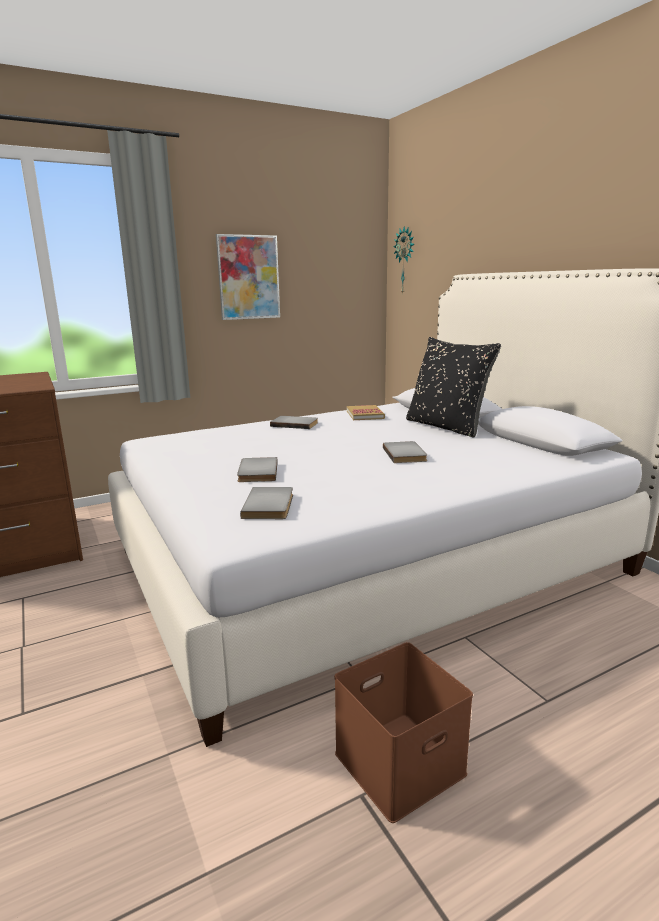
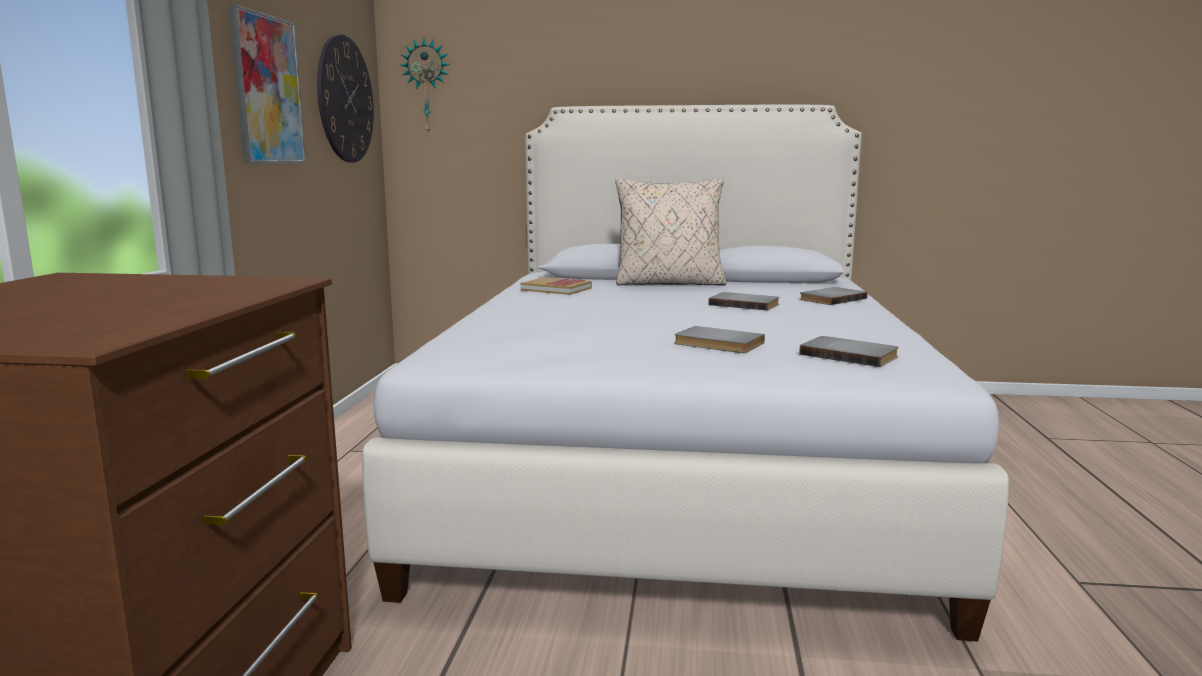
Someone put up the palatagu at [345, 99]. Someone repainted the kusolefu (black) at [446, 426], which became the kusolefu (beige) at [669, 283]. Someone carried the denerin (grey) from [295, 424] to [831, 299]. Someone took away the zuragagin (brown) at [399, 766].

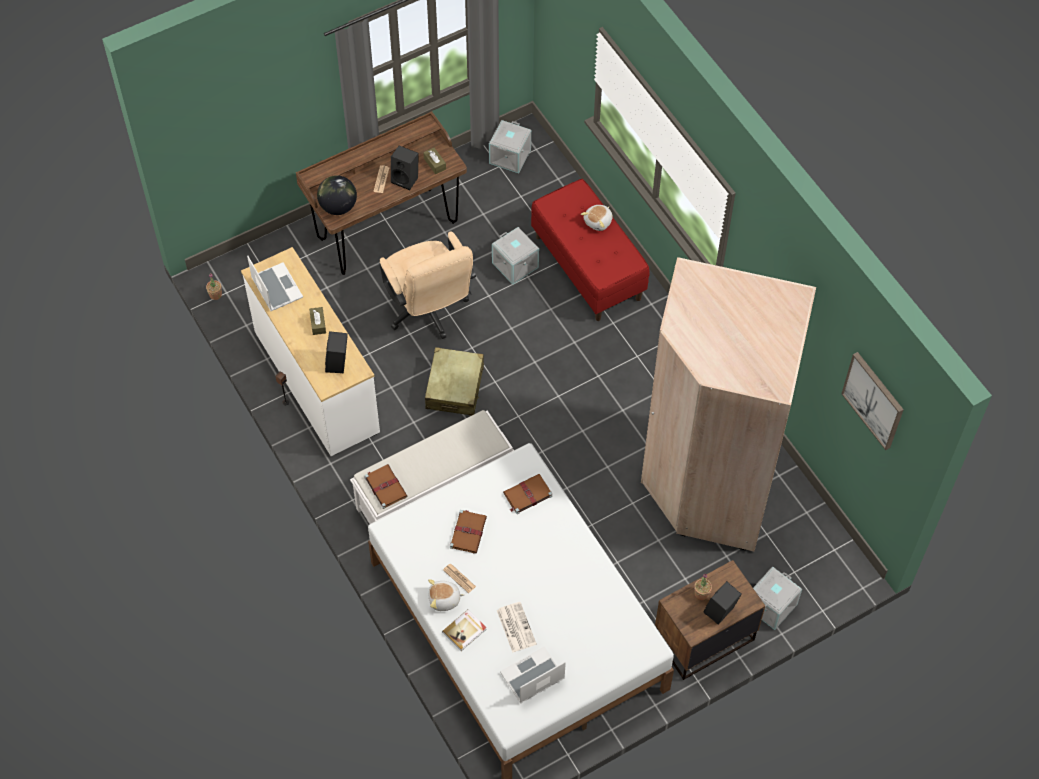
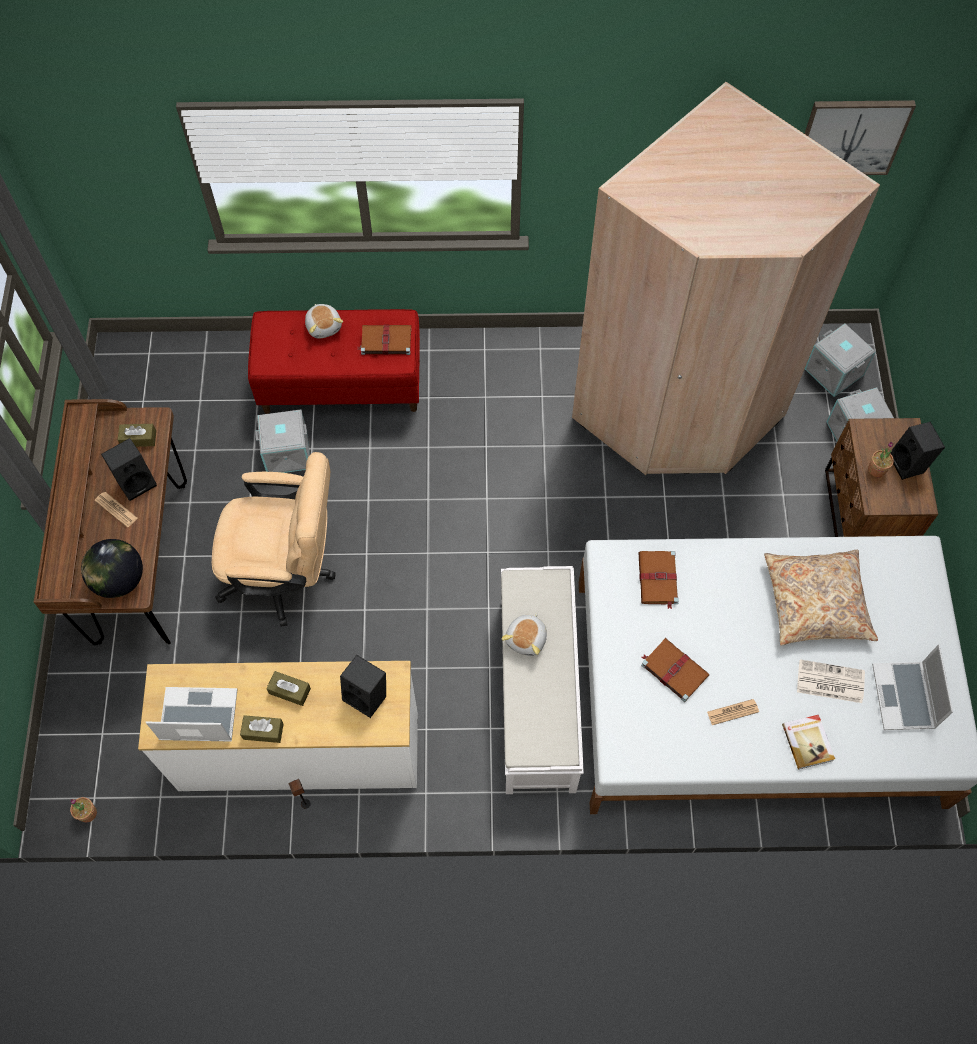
Someone put down the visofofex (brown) at [263, 731]. Someone carried the denerin (brown) from [385, 486] to [385, 341]. Someone carried the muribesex from [444, 600] to [527, 639]. Someone put down the kusolefu (beige) at [816, 602]. Someone carried the zuragagin (grey) from [510, 157] to [835, 371]. Someone took away the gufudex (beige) at [455, 387].

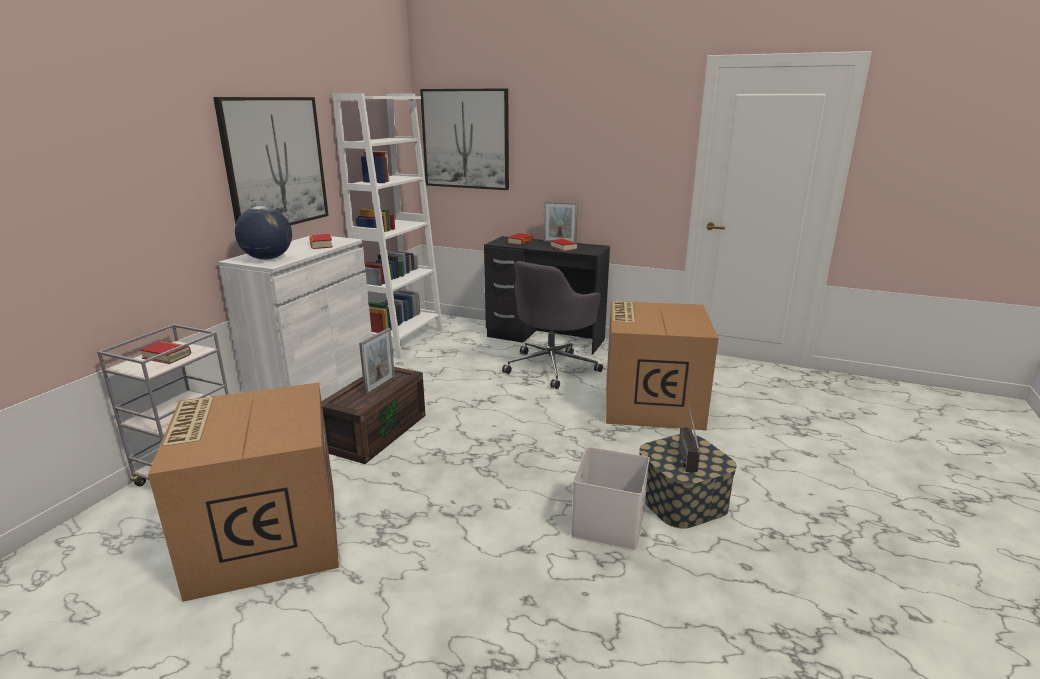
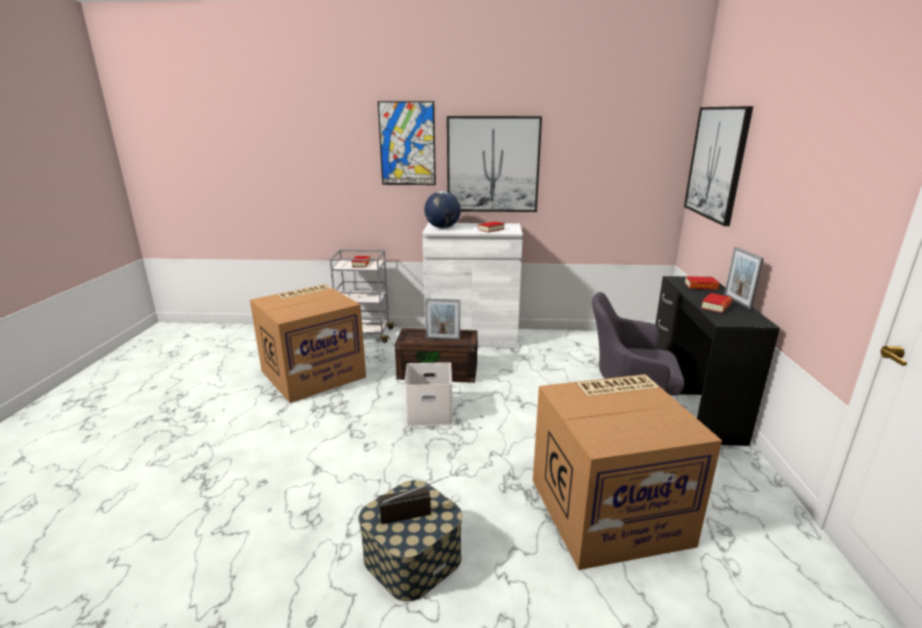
Someone put up the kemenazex at [407, 144]. Someone carried the zuragagin (white) from [607, 522] to [430, 412]. Someone took away the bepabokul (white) at [403, 340].

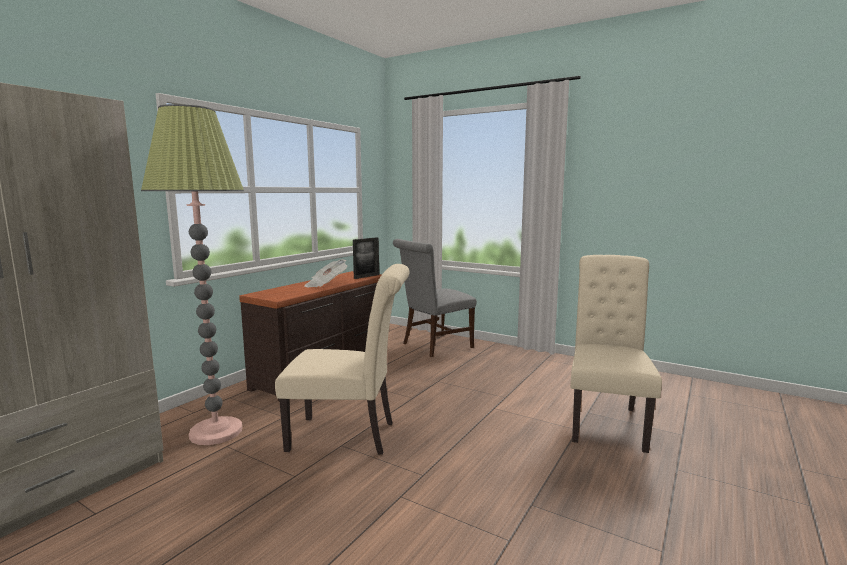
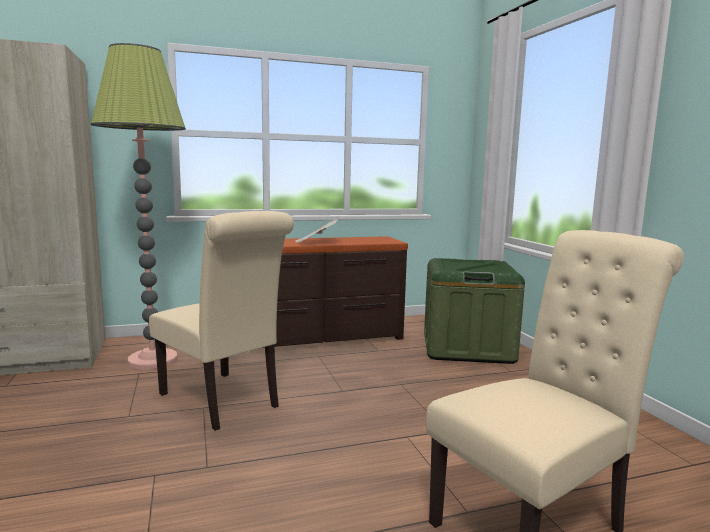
Someone swapped the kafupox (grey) at [433, 346] for the zuragagin (green) at [467, 347]. Someone took away the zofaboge at [366, 276].

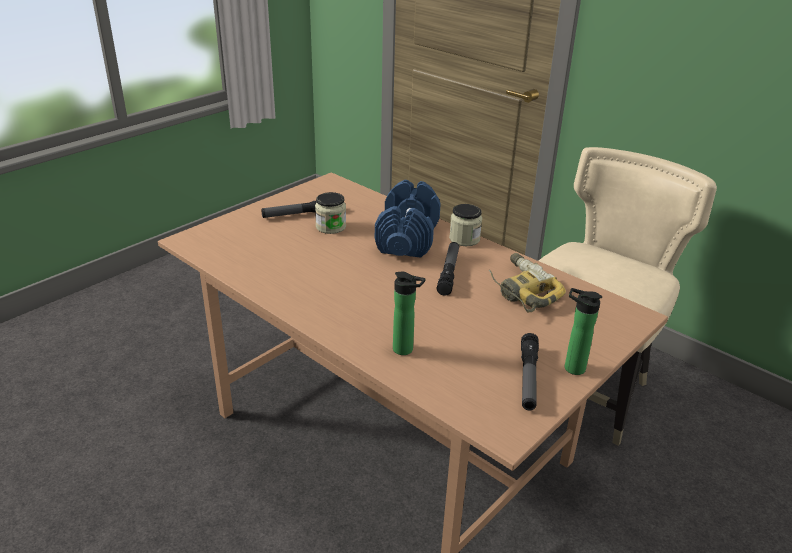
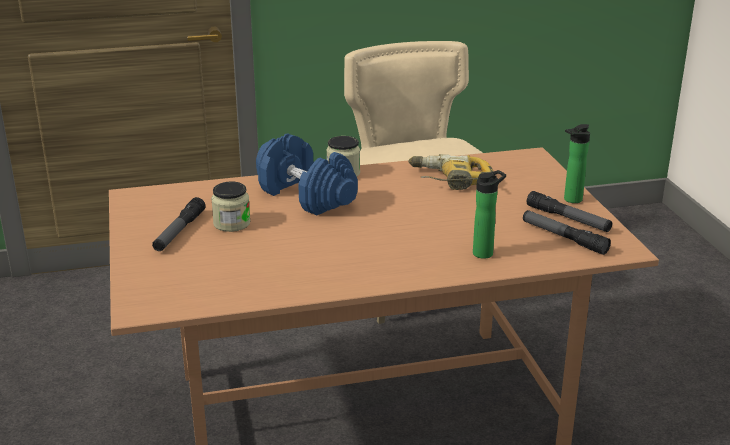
Someone carried the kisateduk from [448, 272] to [563, 238].

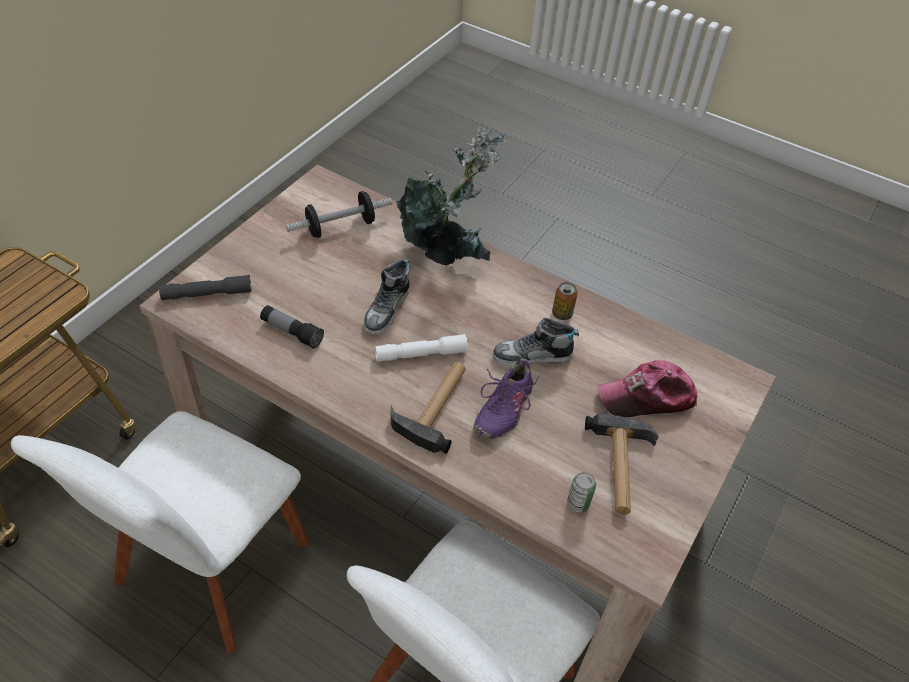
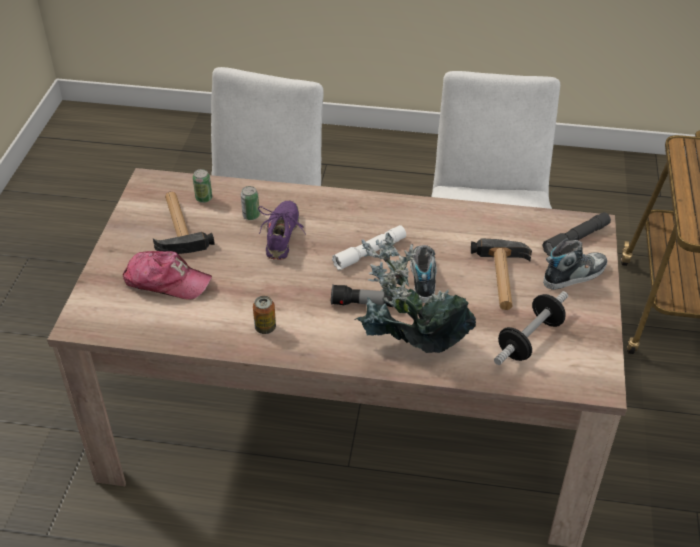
Someone rotated the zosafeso at [647, 397] by 45 degrees clockwise. Someone put down the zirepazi at [251, 215]. Someone carried the kisateduk from [292, 332] to [362, 304]. Someone carried the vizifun from [436, 406] to [502, 279]. Someone carried the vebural from [532, 356] to [574, 274].

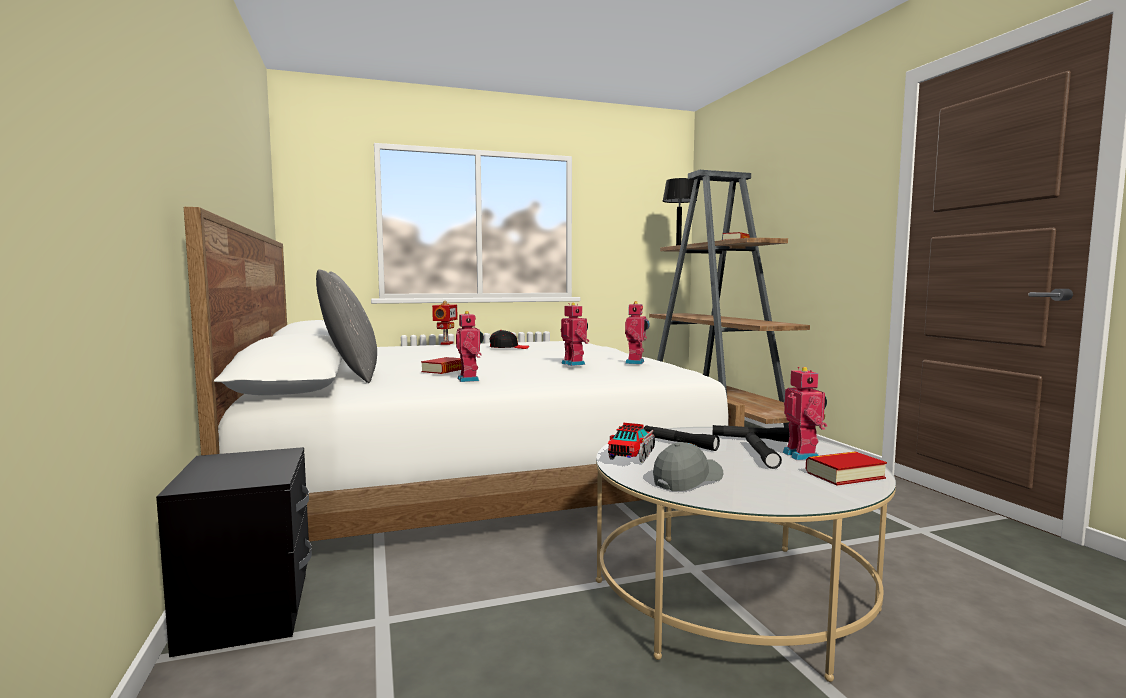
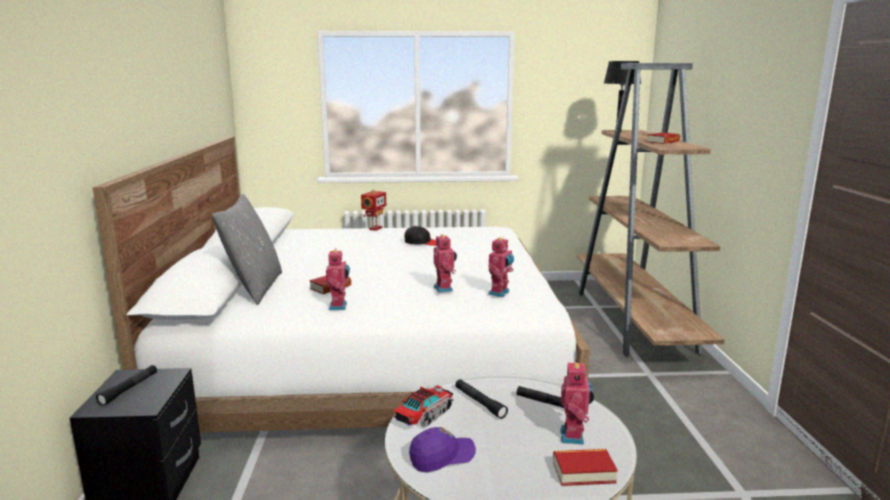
Someone carried the kisateduk (black) from [761, 455] to [129, 389]. Someone repainted the zosafeso (grey) at [687, 480], which became the zosafeso (purple) at [442, 457].

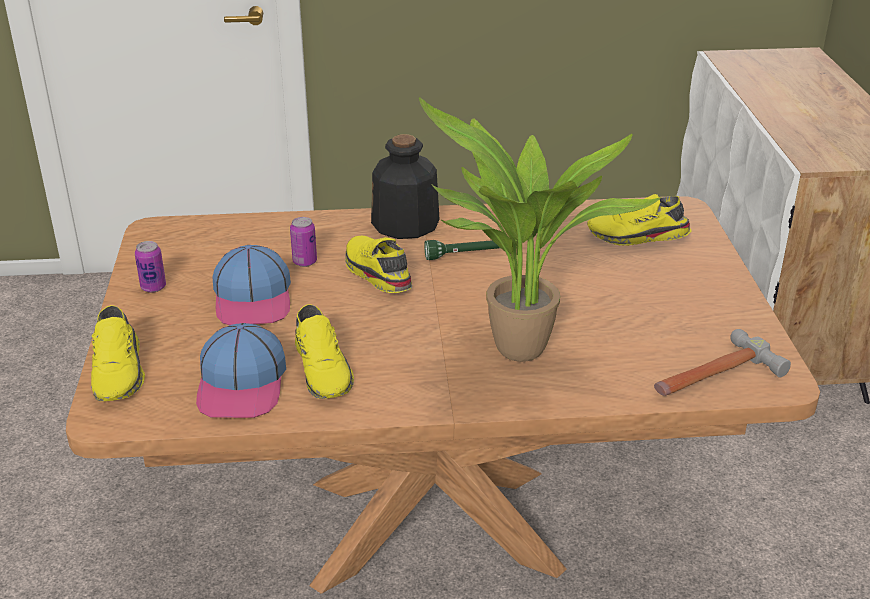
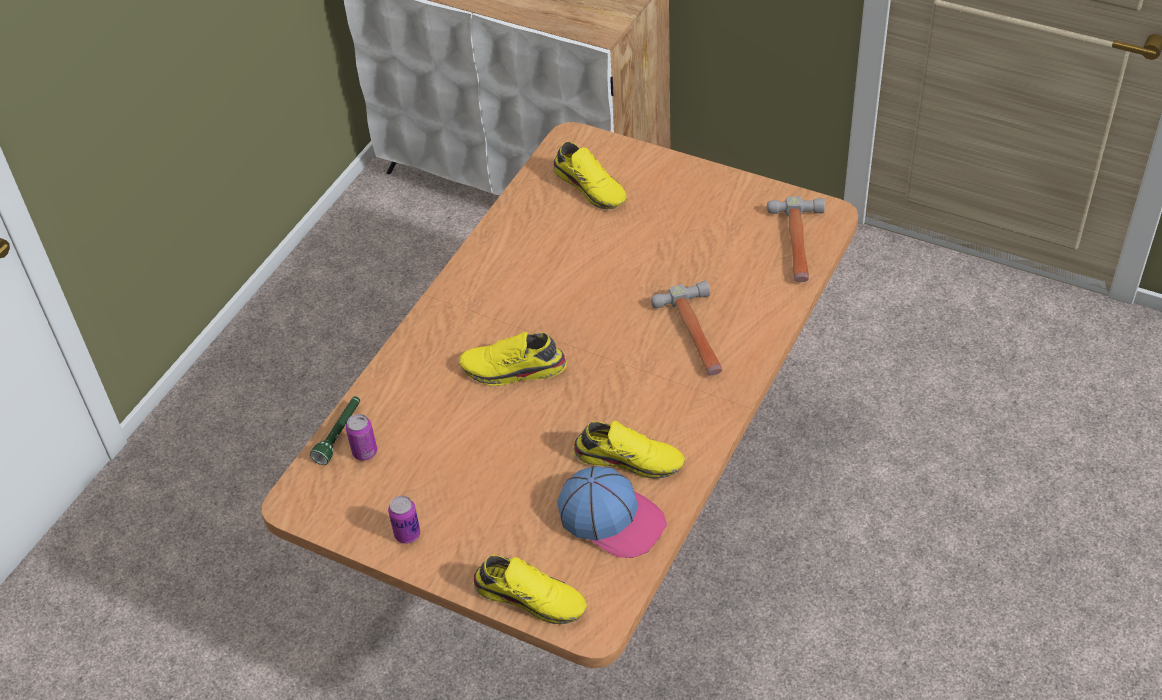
Someone carried the kisateduk (green) from [464, 255] to [339, 434]. Someone carried the zirepazi from [304, 262] to [365, 452]. Someone rotated the vebural (yellow) at [638, 237] by 75 degrees counterclockwise. Someone swapped the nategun at [517, 355] for the vizifun at [696, 335]. Someone took away the zosafeso at [253, 299]. Someone took away the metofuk at [405, 224].

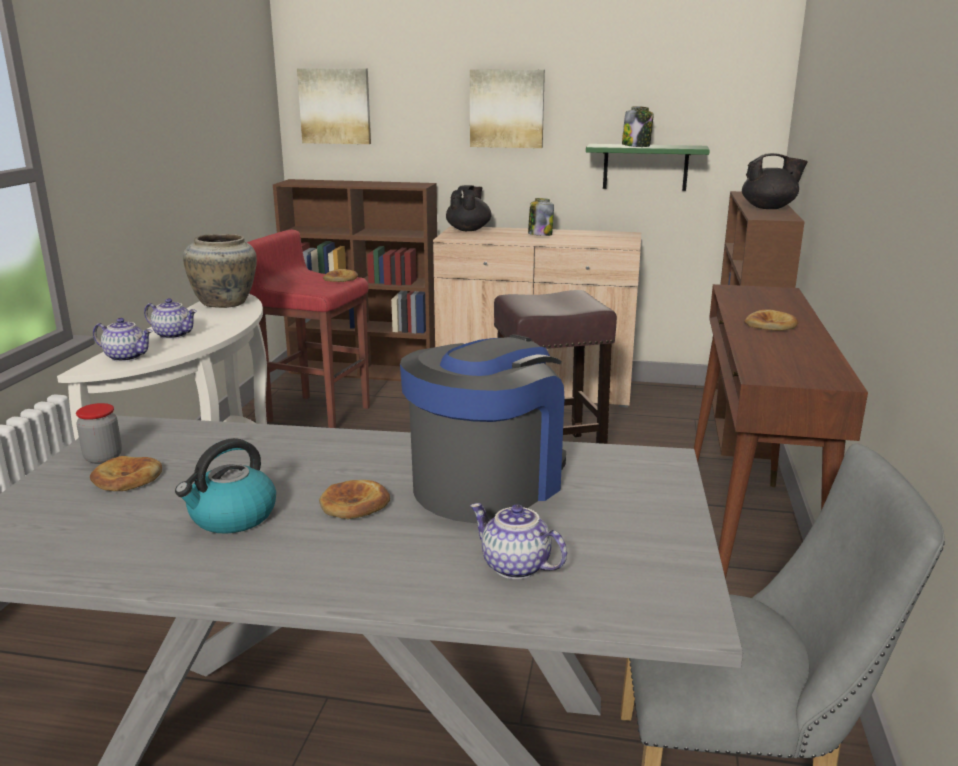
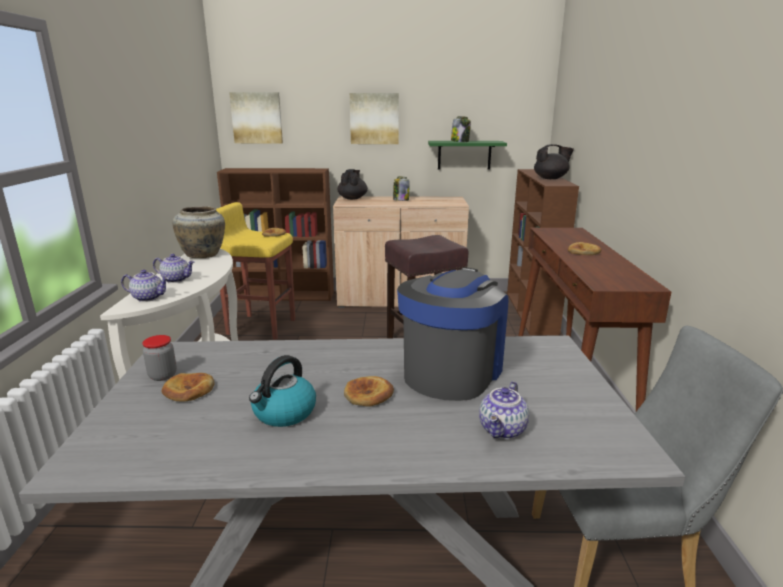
Someone repainted the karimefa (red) at [318, 413], which became the karimefa (yellow) at [261, 326]. Someone rotated the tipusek at [514, 567] by 90 degrees counterclockwise.

